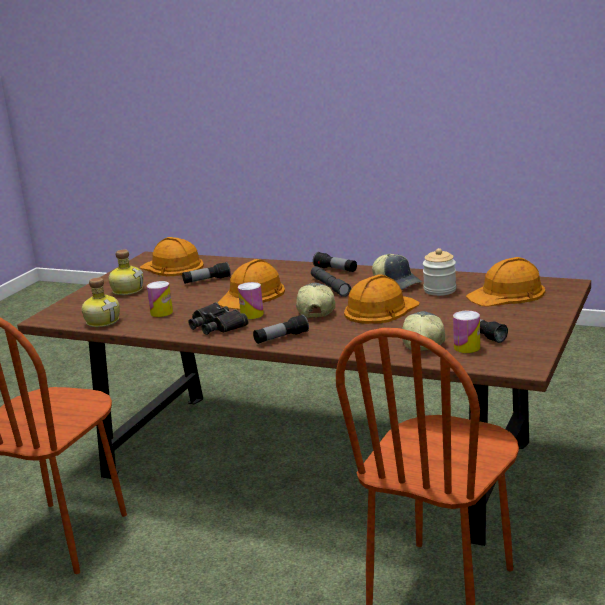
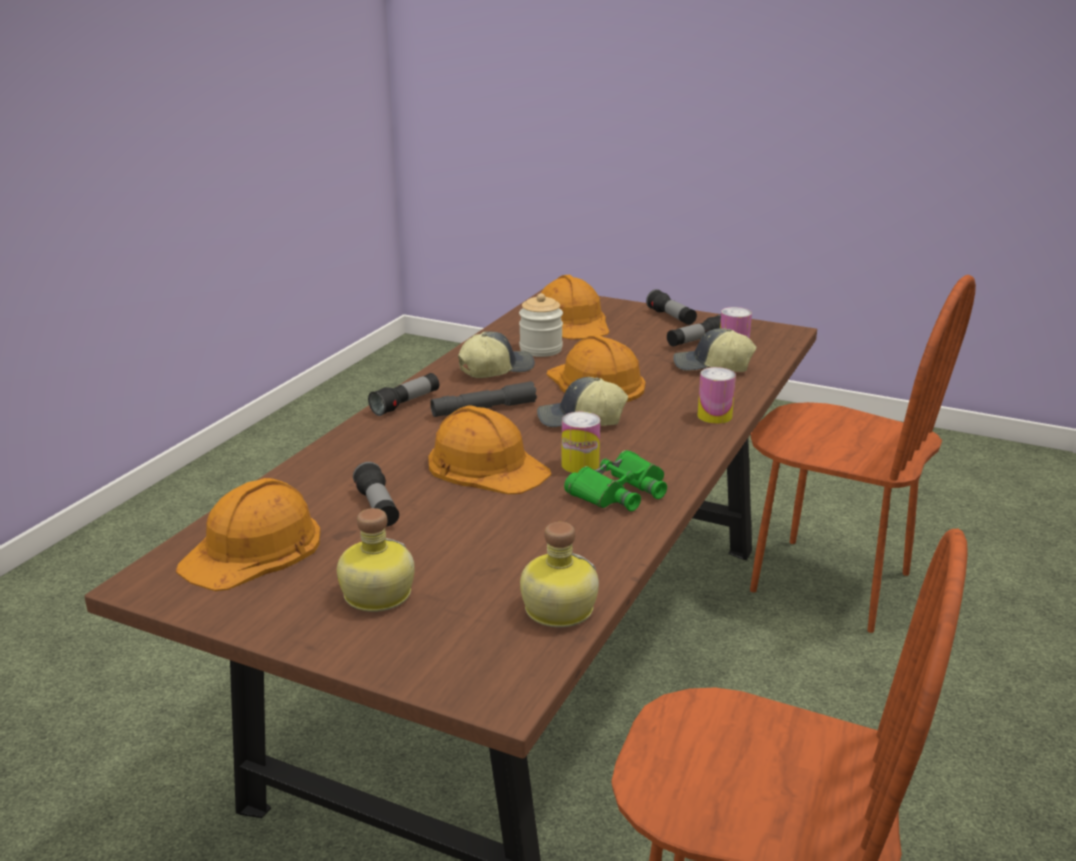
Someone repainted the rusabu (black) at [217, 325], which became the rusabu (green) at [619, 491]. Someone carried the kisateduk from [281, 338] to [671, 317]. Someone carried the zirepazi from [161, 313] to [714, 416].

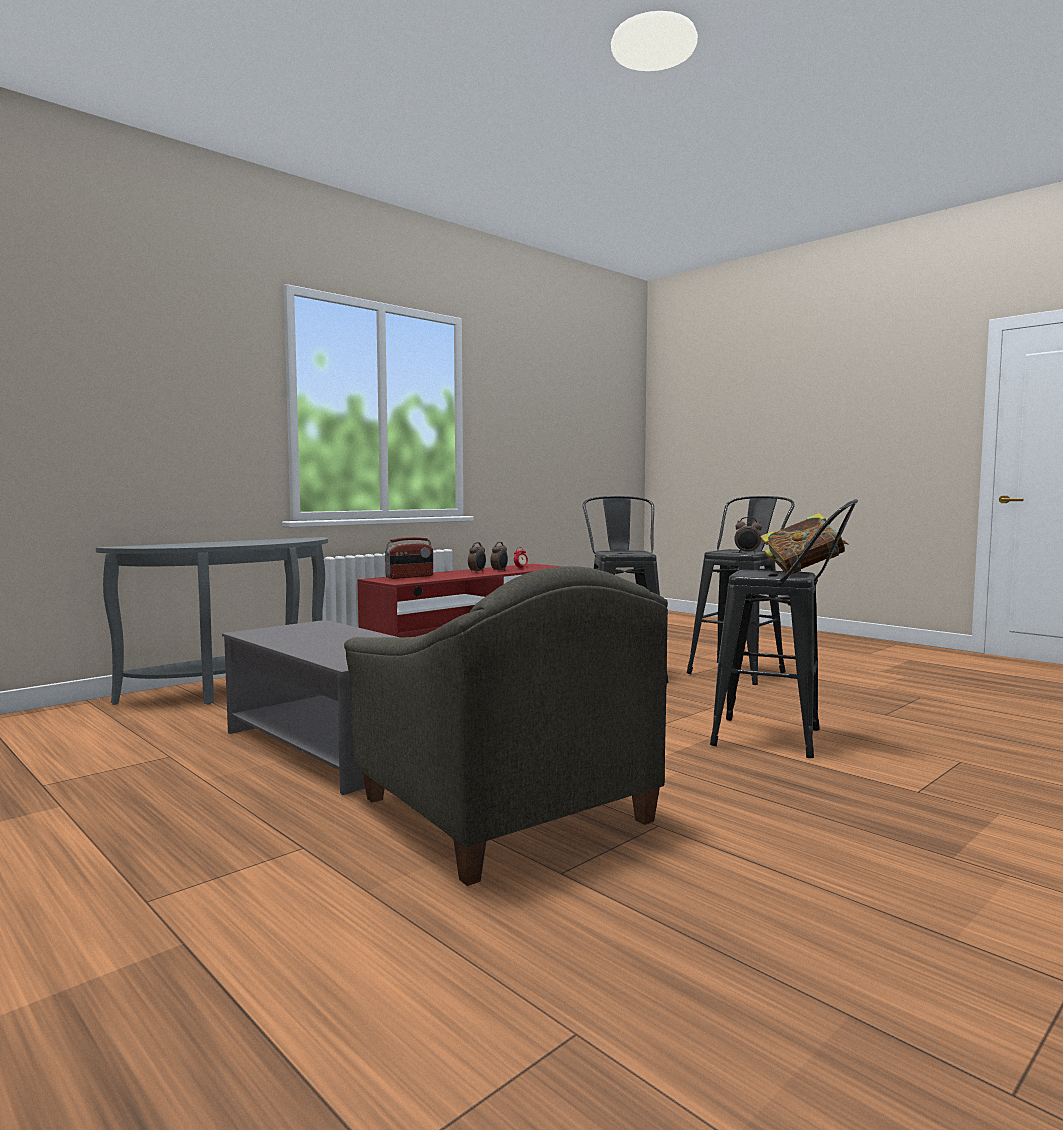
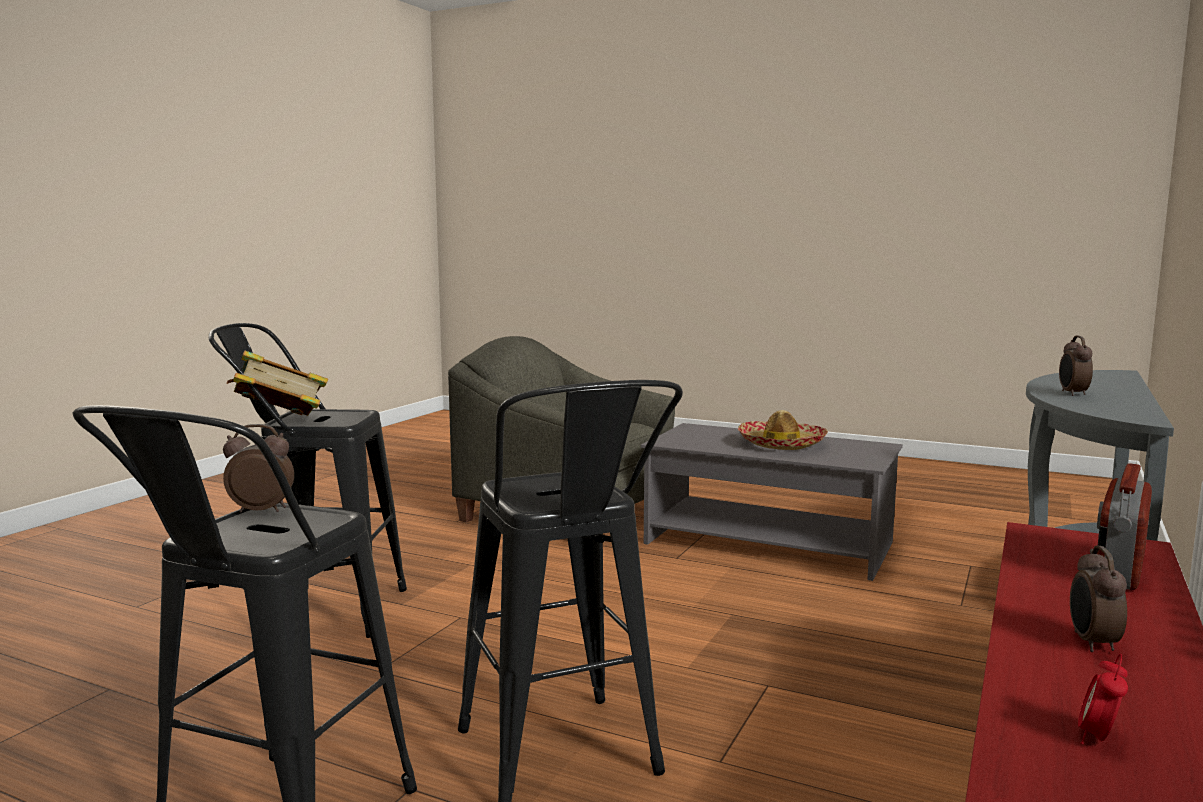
Someone put down the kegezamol at [781, 444]. Someone carried the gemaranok from [499, 571] to [1072, 394].

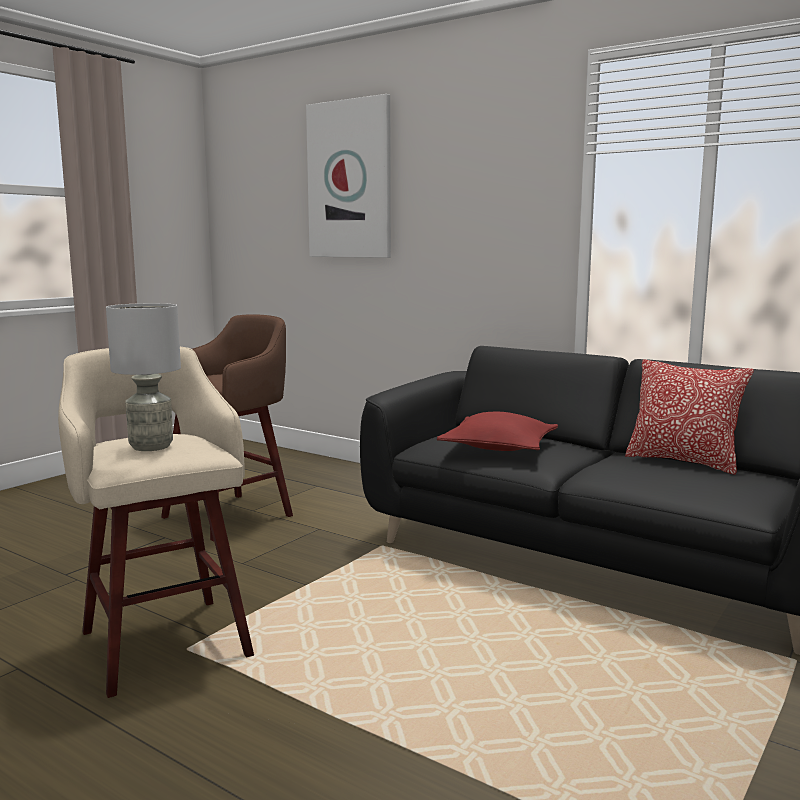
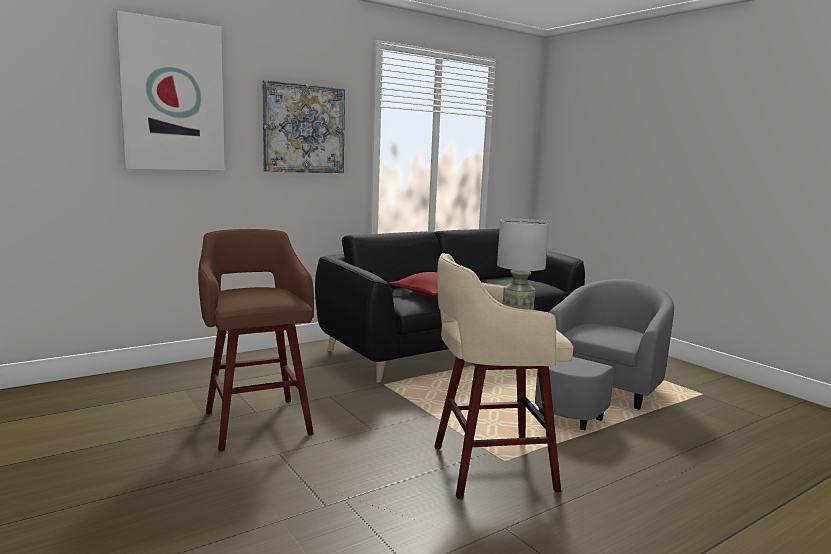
Someone put up the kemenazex at [304, 129]. Someone put down the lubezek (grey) at [599, 394]. Someone took away the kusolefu at [683, 461].

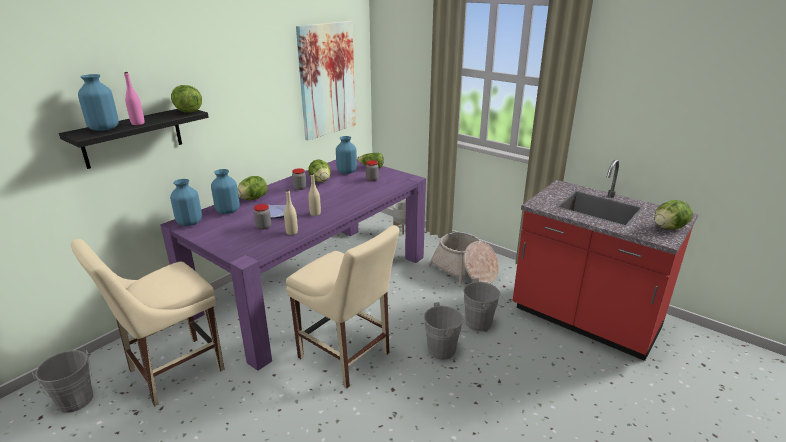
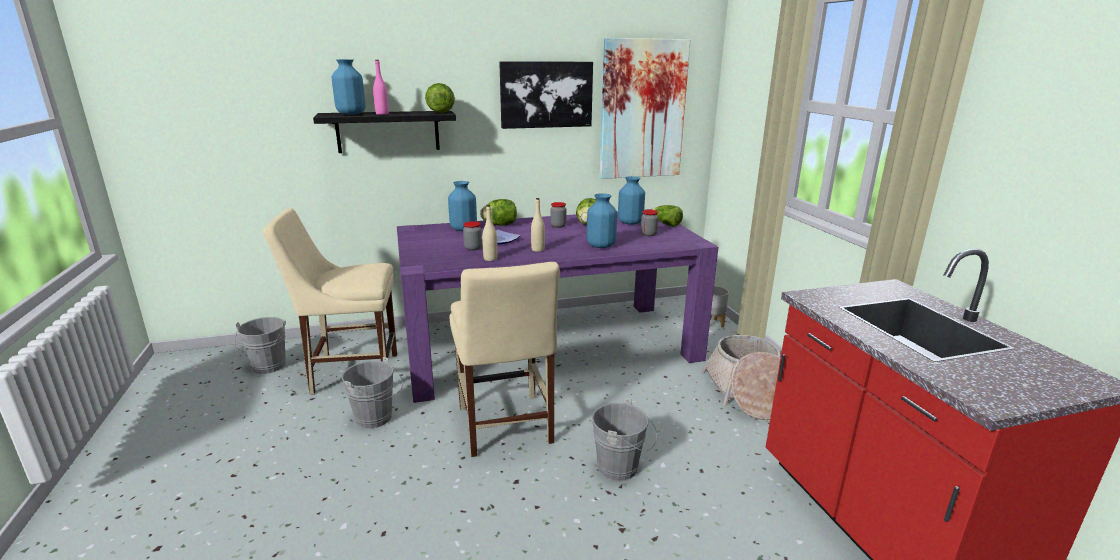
Someone carried the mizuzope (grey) from [481, 323] to [377, 419]. Someone put up the kemenazex at [546, 94]. Someone carried the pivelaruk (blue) from [190, 222] to [601, 245]. Someone took away the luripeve at [668, 228].

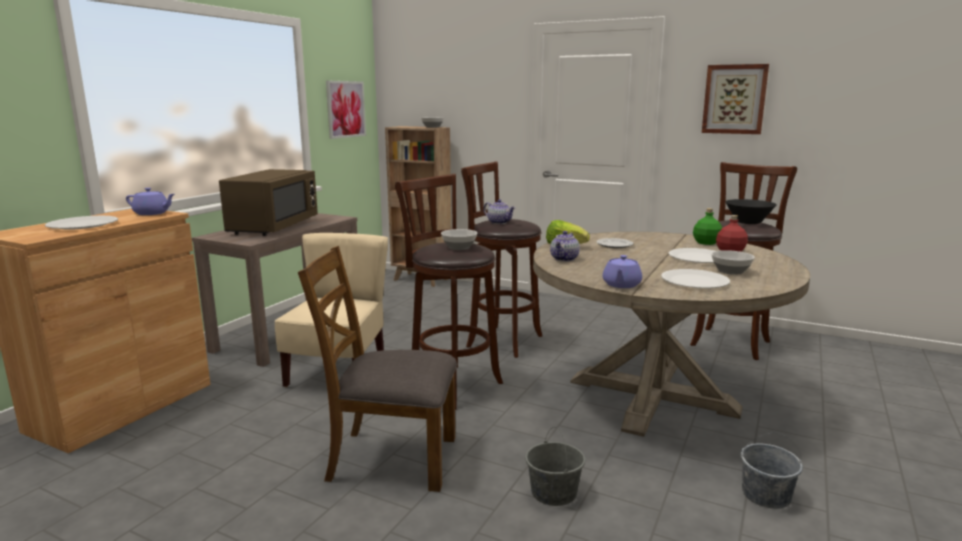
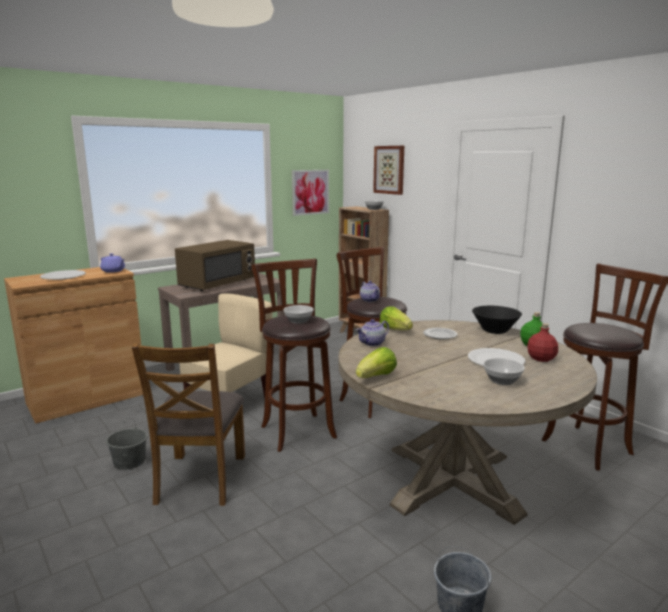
Someone carried the mizuzope (grey) from [553, 492] to [129, 461]. Someone rotated the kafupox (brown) at [391, 458] by 120 degrees counterclockwise. Someone swapped the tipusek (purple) at [621, 285] for the luripeve at [376, 377]. Someone carried the kemenazex from [734, 99] to [389, 170]. Someone carried the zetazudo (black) from [748, 222] to [495, 331]. Someone took away the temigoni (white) at [694, 281].

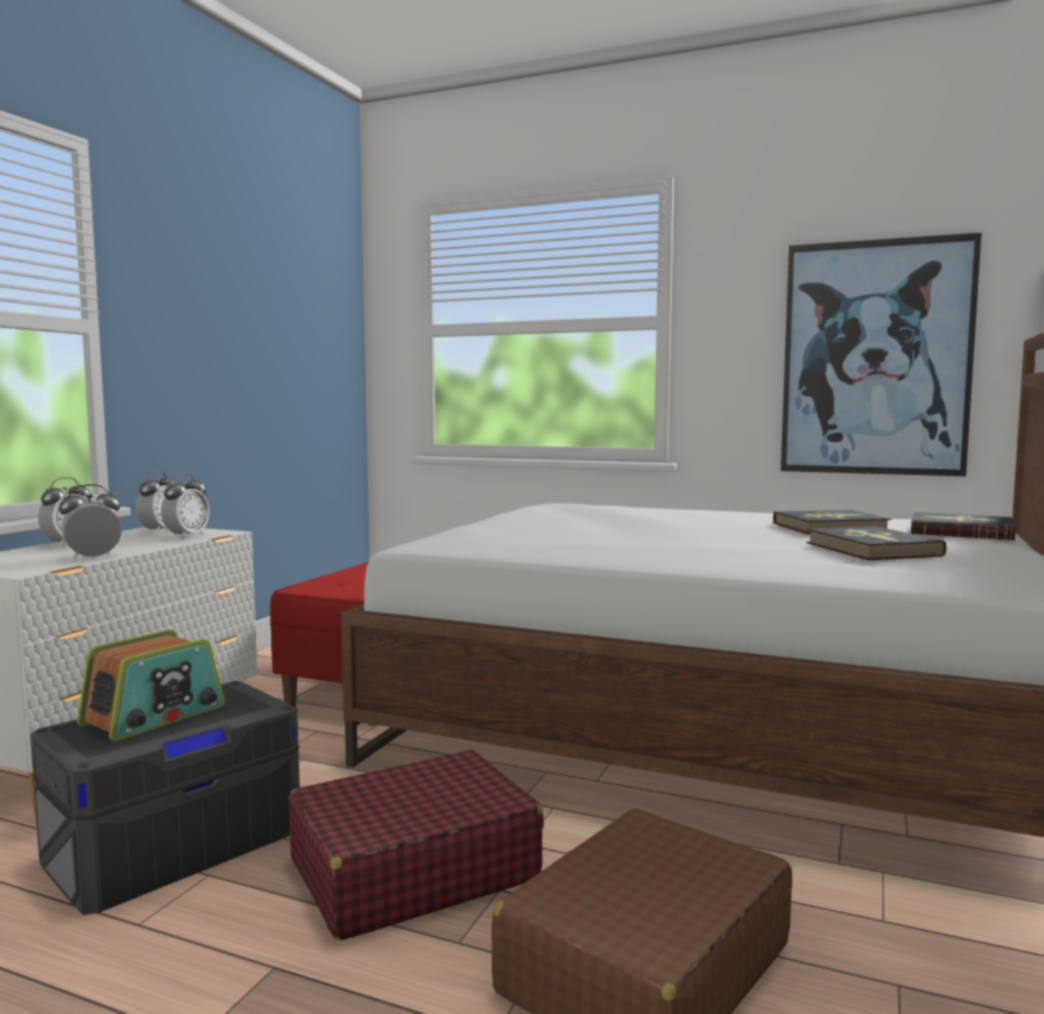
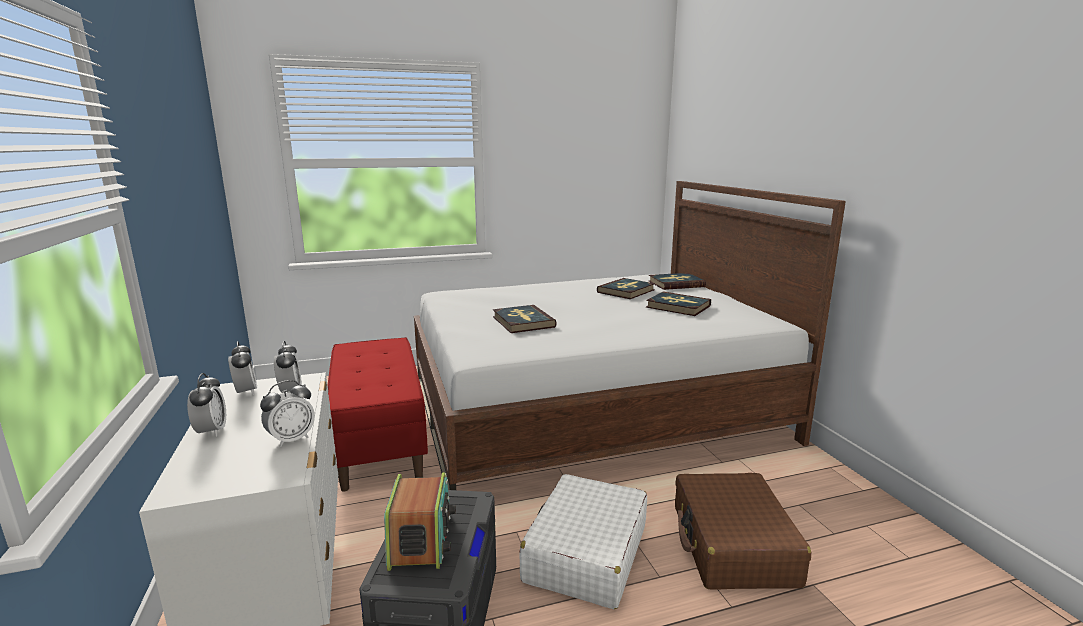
Someone rotated the gemaranok at [93, 557] by 150 degrees counterclockwise. Someone put down the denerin at [523, 322]. Someone repainted the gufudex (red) at [412, 869], which became the gufudex (white) at [585, 553]. Someone took away the kemenazex at [875, 358].

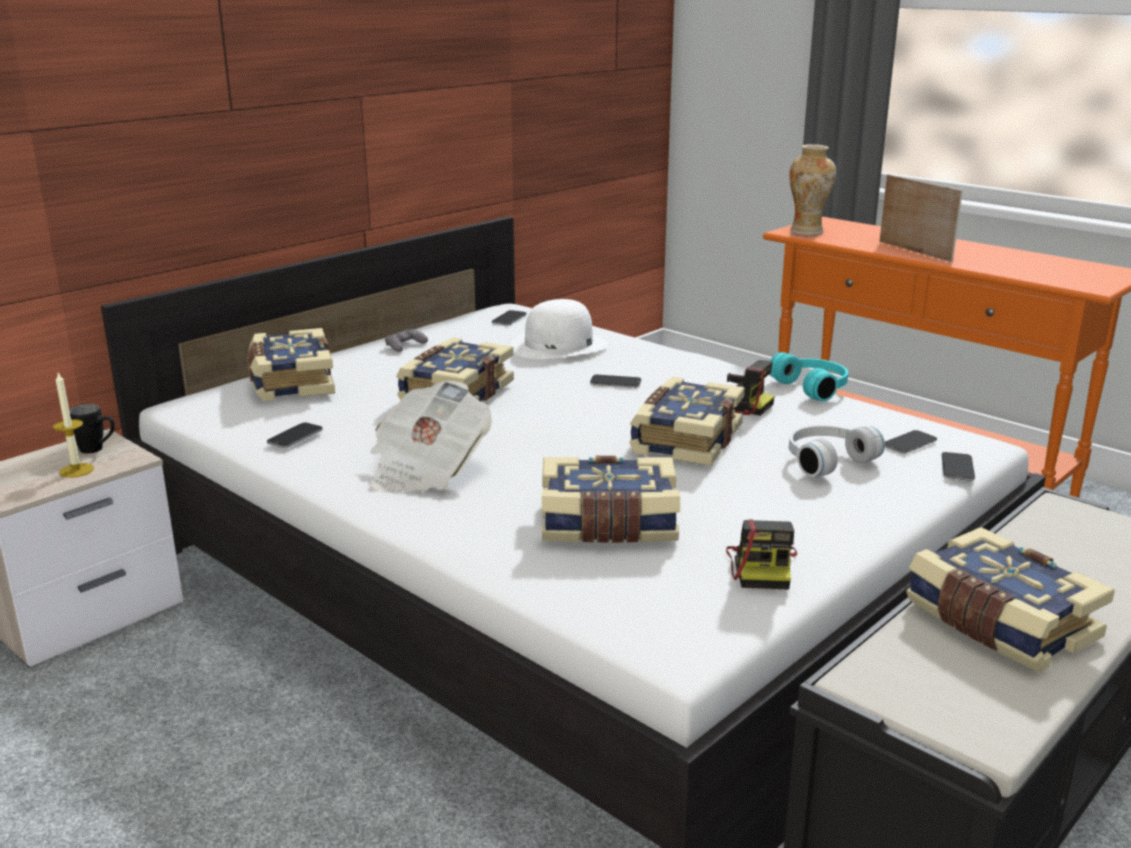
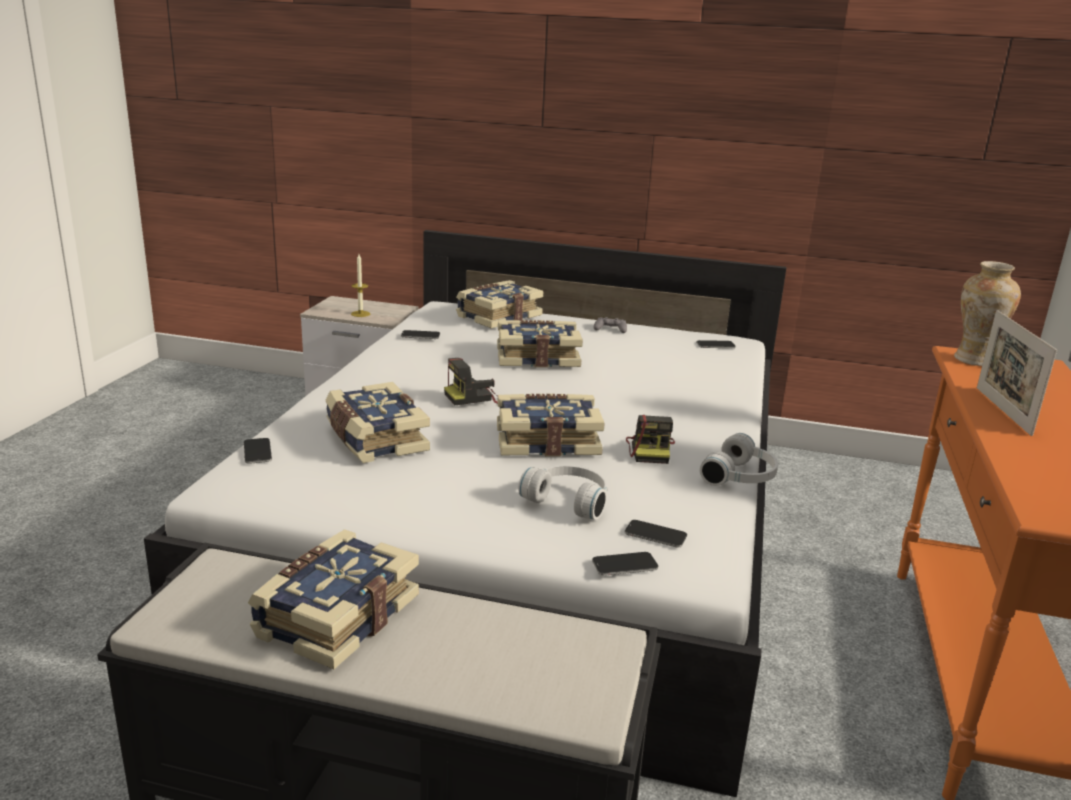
Someone carried the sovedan from [615, 382] to [257, 452]. Someone carried the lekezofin from [762, 567] to [475, 398]. Someone repainted the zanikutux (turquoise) at [813, 387], which became the zanikutux (white) at [741, 477]. Someone rotated the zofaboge at [914, 251] by 150 degrees clockwise. Someone took away the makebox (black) at [98, 450]. Someone took away the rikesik at [426, 470]. Someone took away the kegezamol (white) at [558, 346].

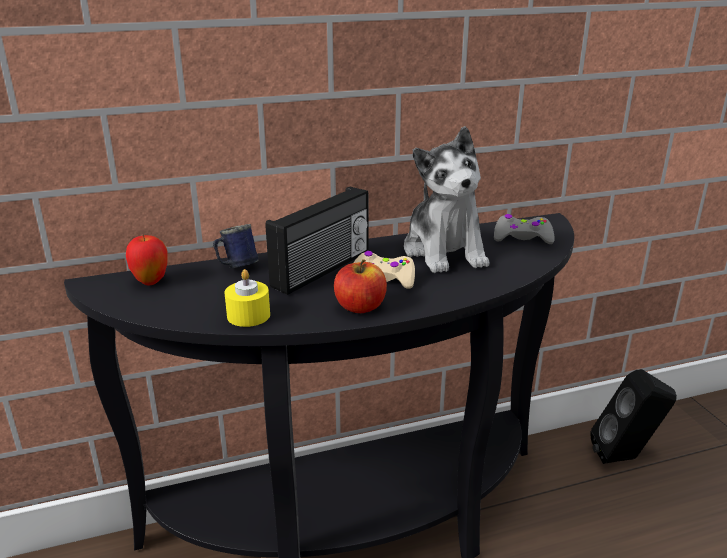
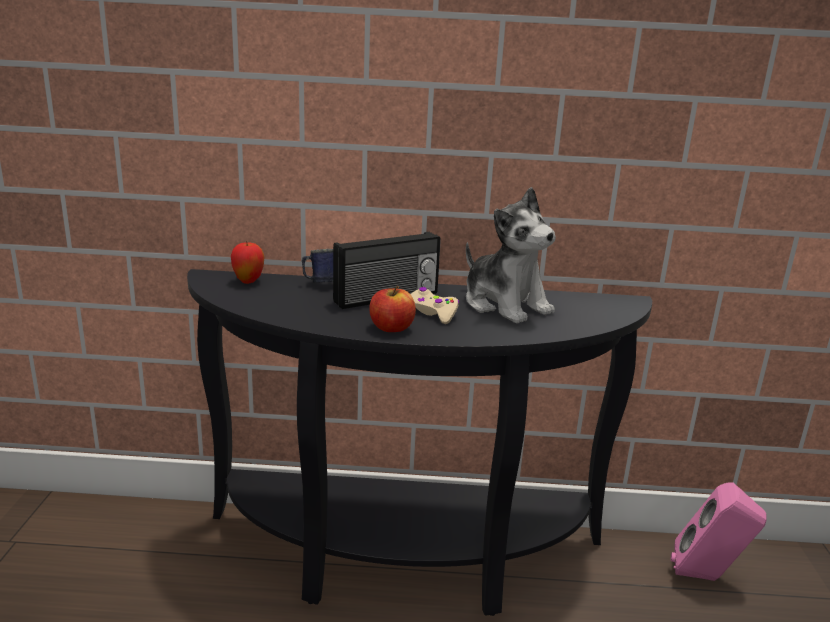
Someone rotated the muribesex at [445, 251] by 45 degrees counterclockwise. Someone repainted the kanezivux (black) at [625, 457], which became the kanezivux (pink) at [707, 577]. Someone took away the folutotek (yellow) at [248, 315]. Someone took away the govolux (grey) at [522, 237].

